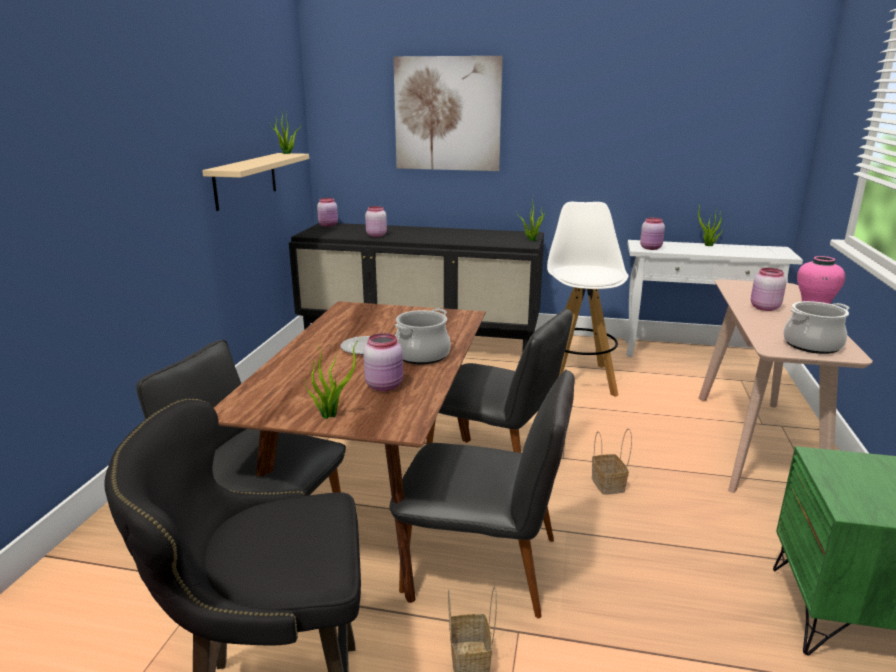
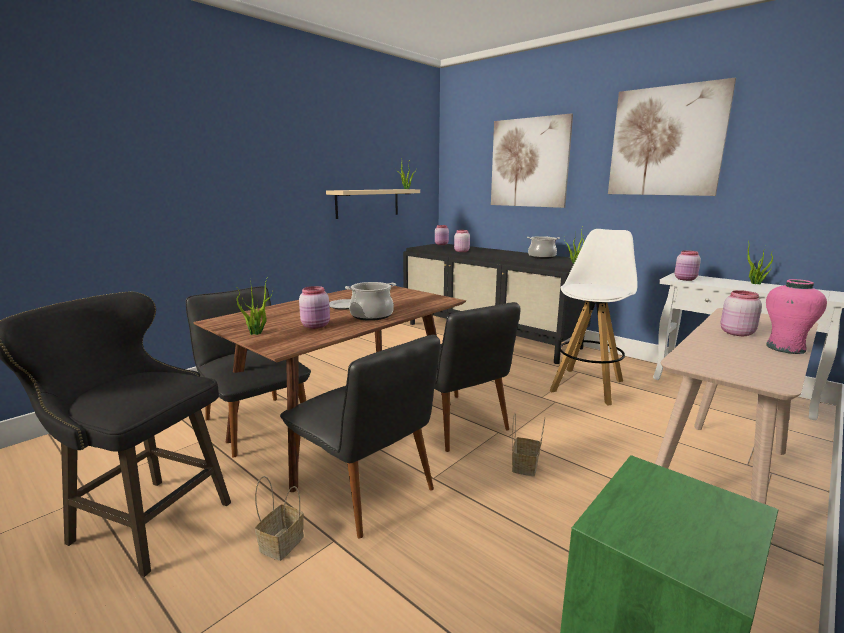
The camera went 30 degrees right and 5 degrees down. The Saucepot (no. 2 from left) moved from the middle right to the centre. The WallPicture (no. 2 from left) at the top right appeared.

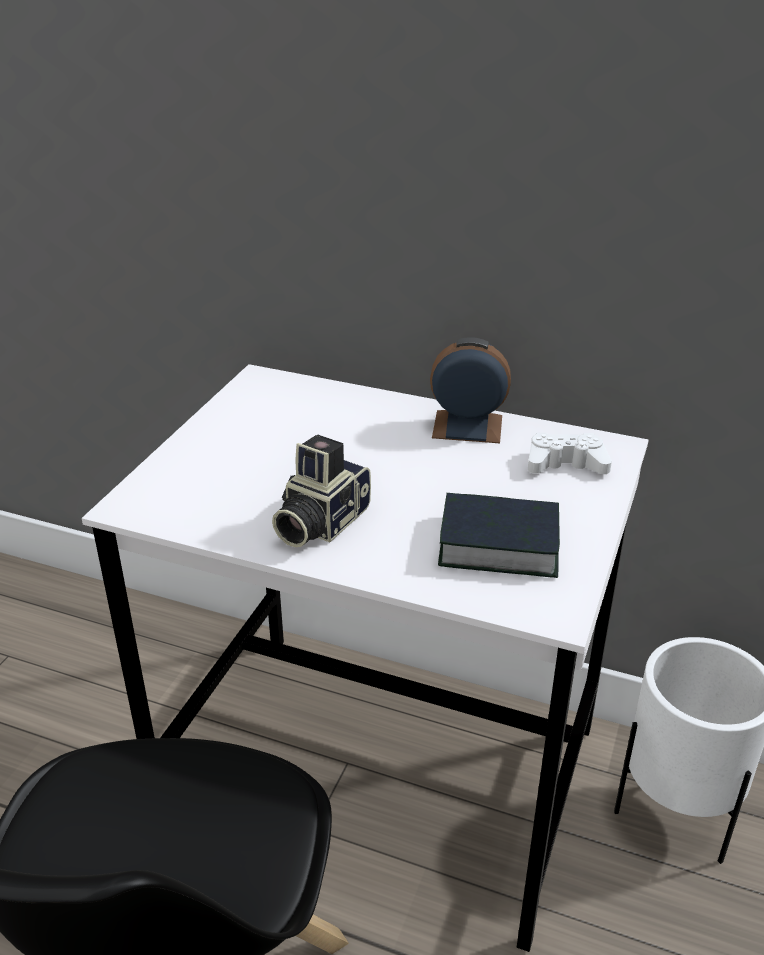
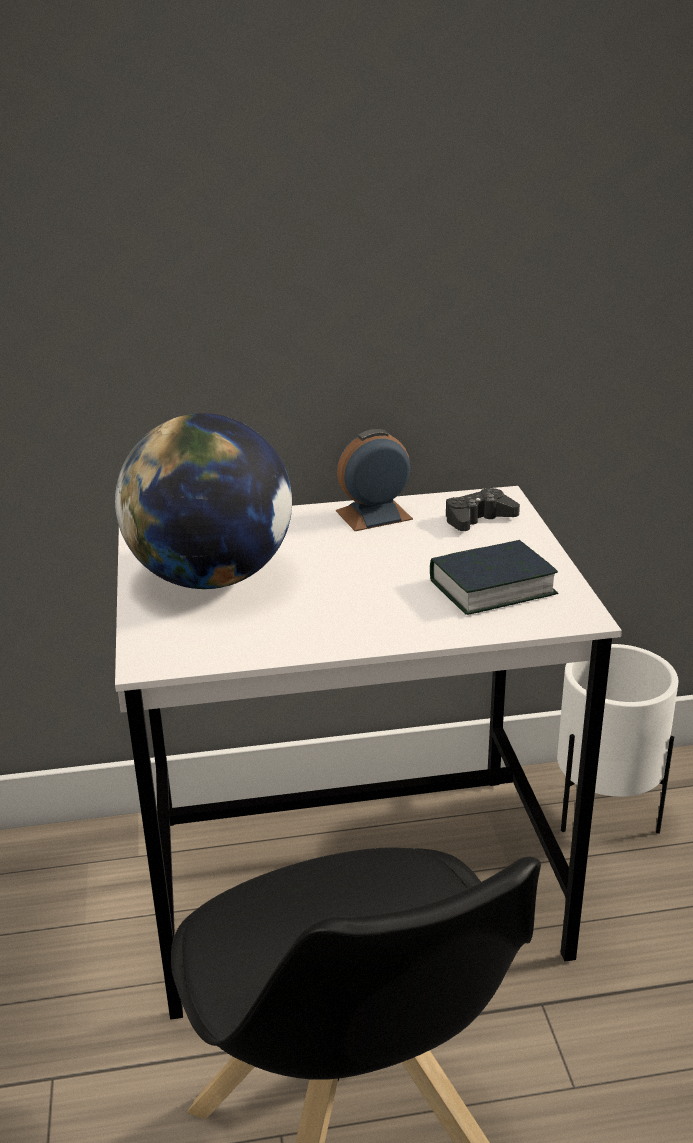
The camera went 30 degrees left and 5 degrees down. The StillCamera at the centre disappeared. The WhitishJoypad at the middle right became the BlackJoypad at the middle right. The DeskGlobe at the middle left appeared.

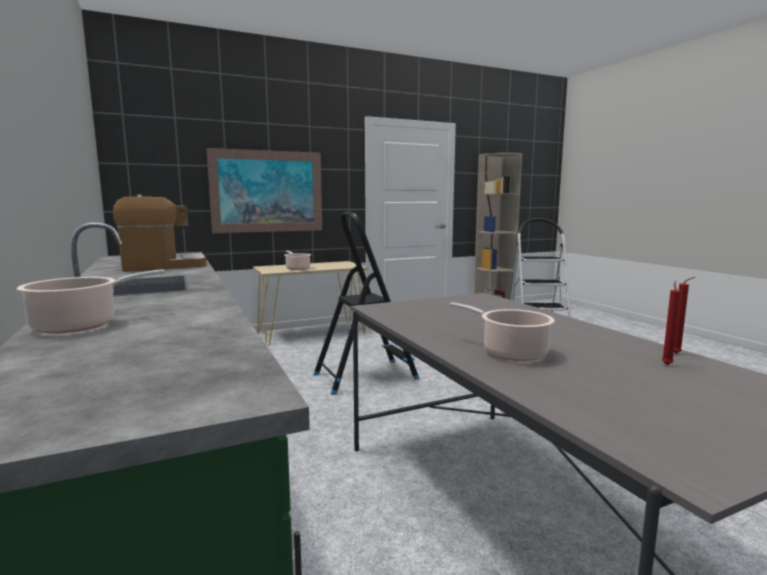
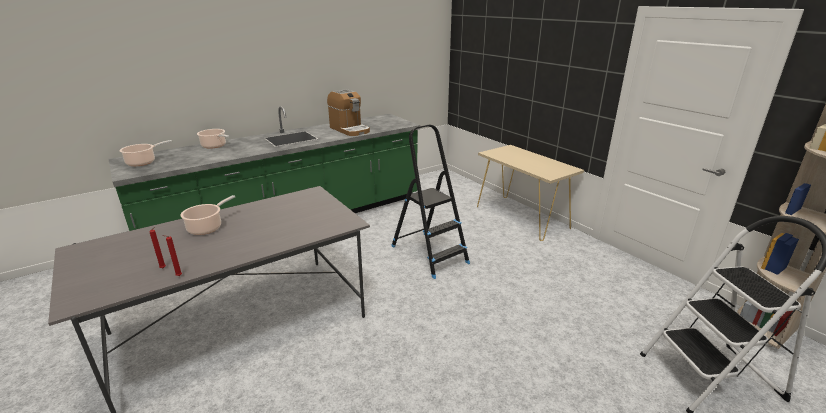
The camera went 80 degrees right and 15 degrees up. The WallPicture at the top centre disappeared. The Saucepot (no. 2 from left in the first image) moved from the centre to the middle left.

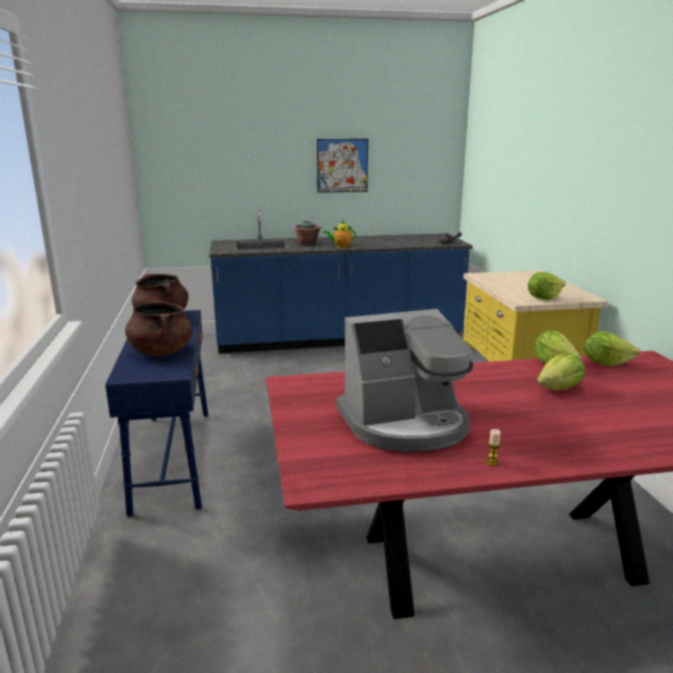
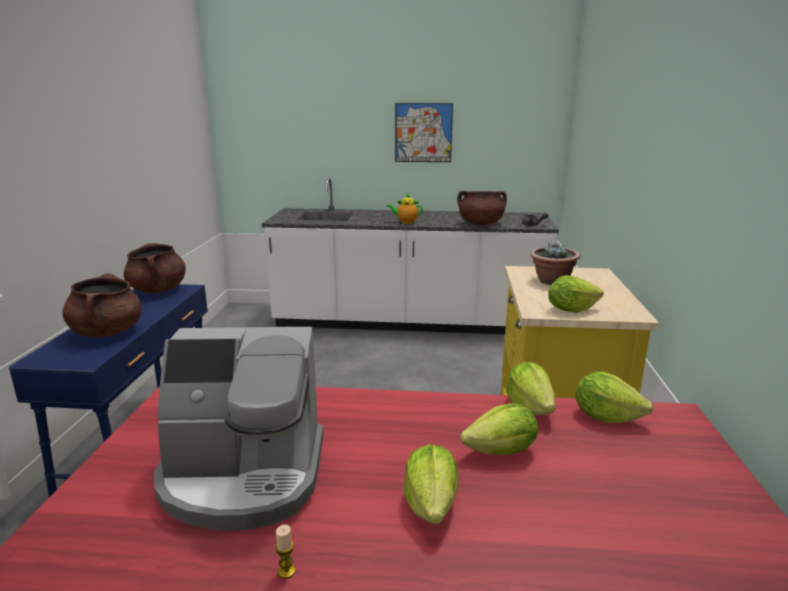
The camera went 15 degrees right and 0 degrees up. The BlueKitchenCounter at the centre became the WhitishKitchenCounter at the centre. The Houseplant moved from the centre to the middle right. The HeadOfLettuce (no. 1 from left) at the bottom centre appeared. The BrownSaucepot (no. 3 from left) at the centre appeared.

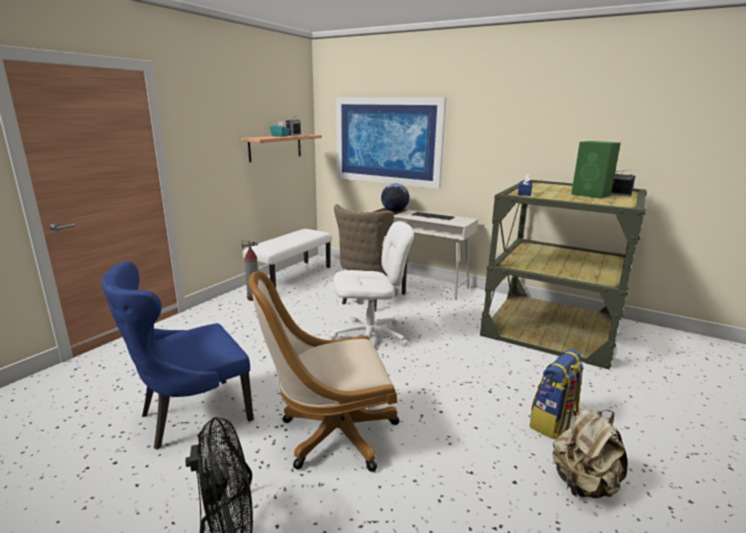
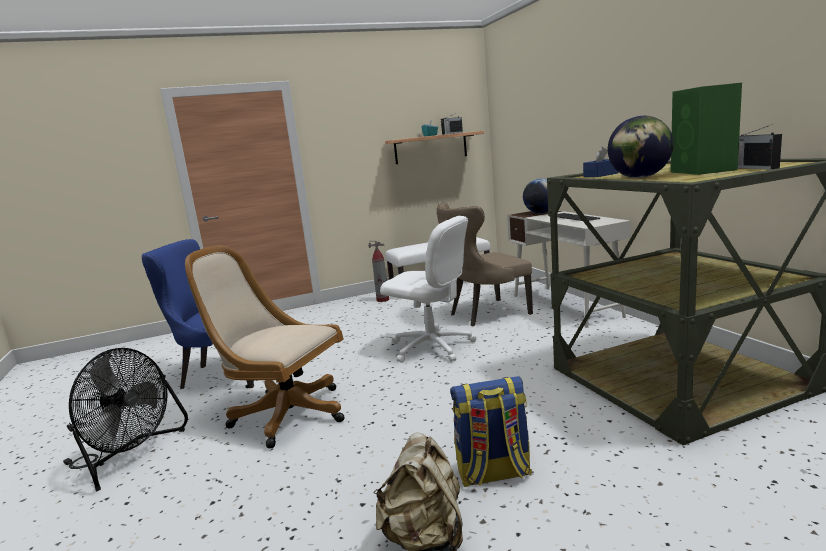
The camera went 40 degrees right and 5 degrees down. The WallPicture at the top centre disappeared. The DeskGlobe (no. 2 from left) at the top right appeared.

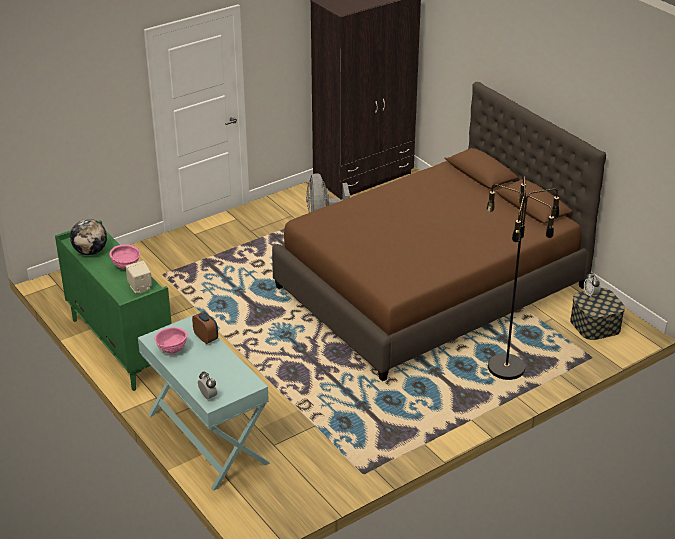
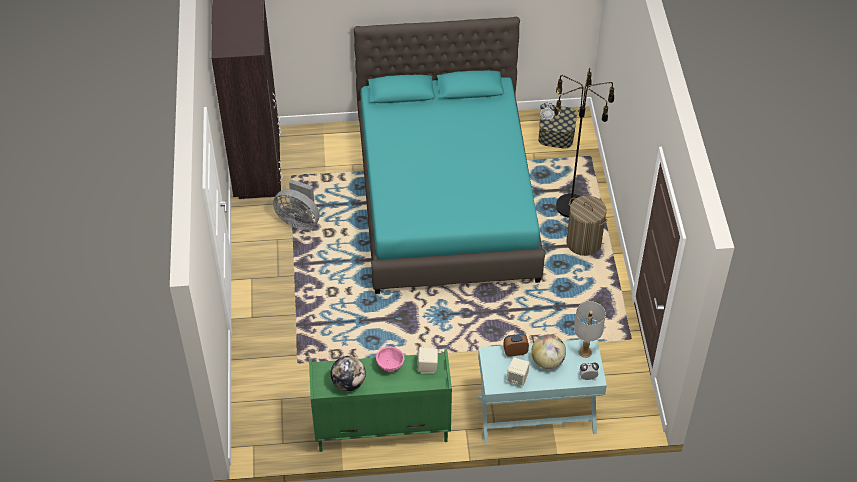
The camera went 60 degrees left and 15 degrees up. The PinkColouredServingBowl (no. 2 from left) at the middle left was replaced by the SandColouredLoudspeaker (no. 2 from left) at the bottom centre. The BrownBed at the centre became the BlueGreenBed at the top centre. The DeskGlobe (no. 2 from left) at the bottom centre appeared. The Hamper at the middle right appeared. The GreyLampForATable at the bottom right appeared.

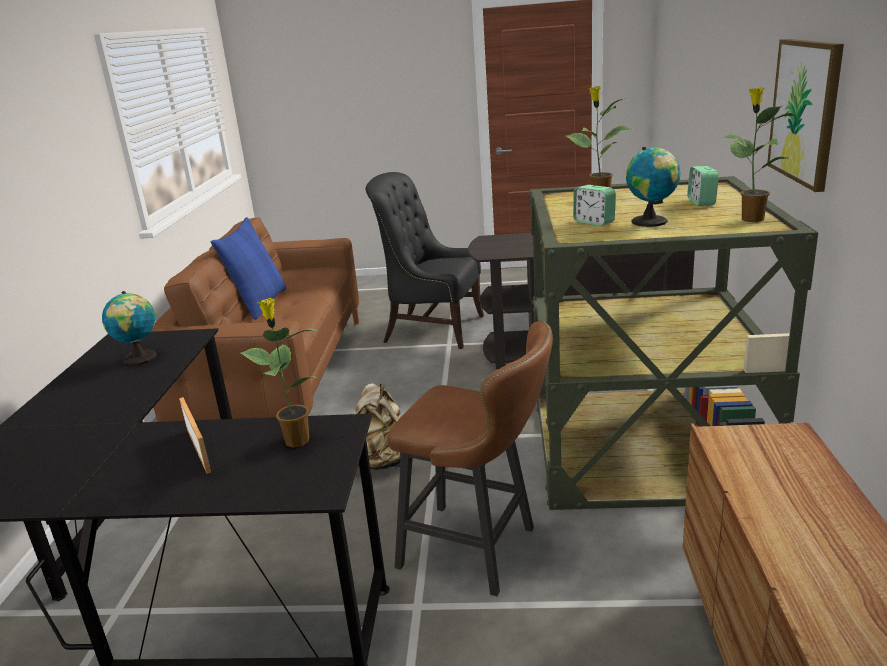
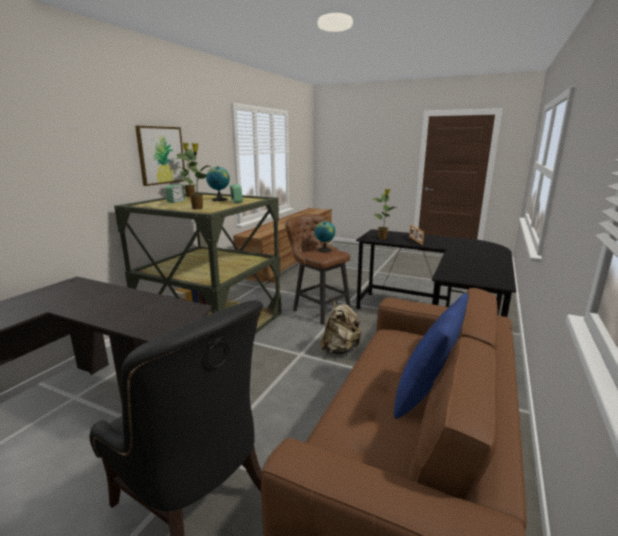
The camera went 160 degrees left and 5 degrees down. The DeskGlobe (no. 1 from left in the first image) moved from the middle left to the centre.

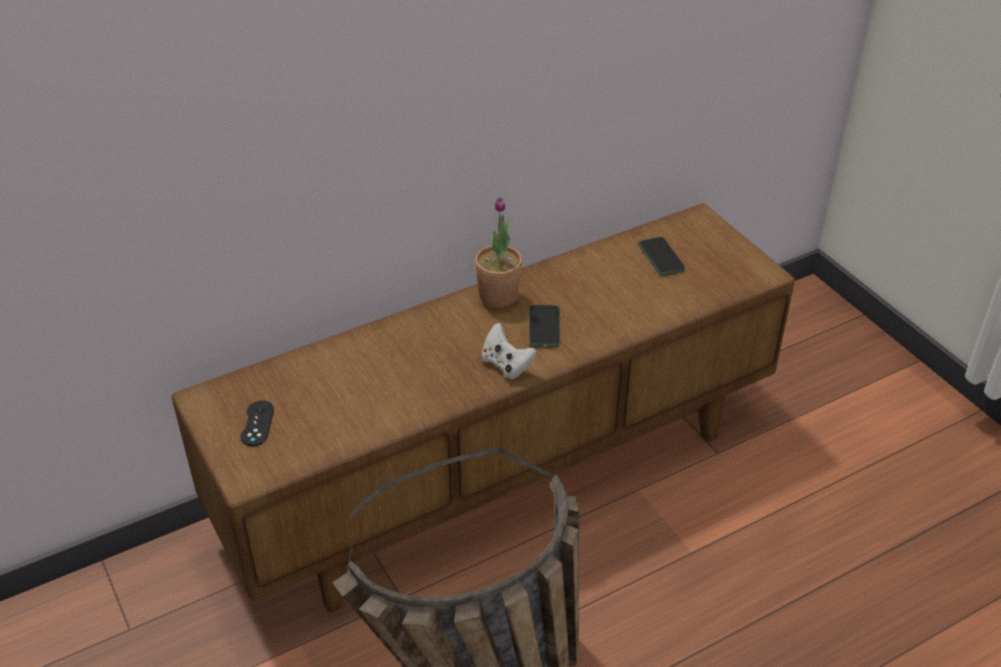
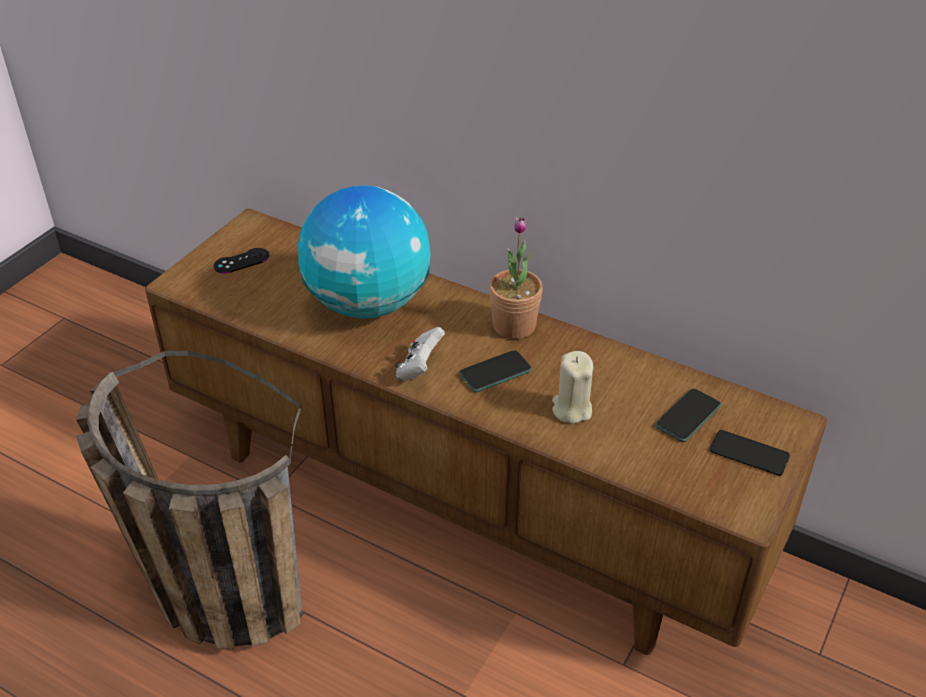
The camera went 60 degrees right and 0 degrees up. The DeskGlobe at the centre appeared. The SandColouredWaxCandle at the centre appeared. The Handset (no. 3 from left) at the middle right appeared.

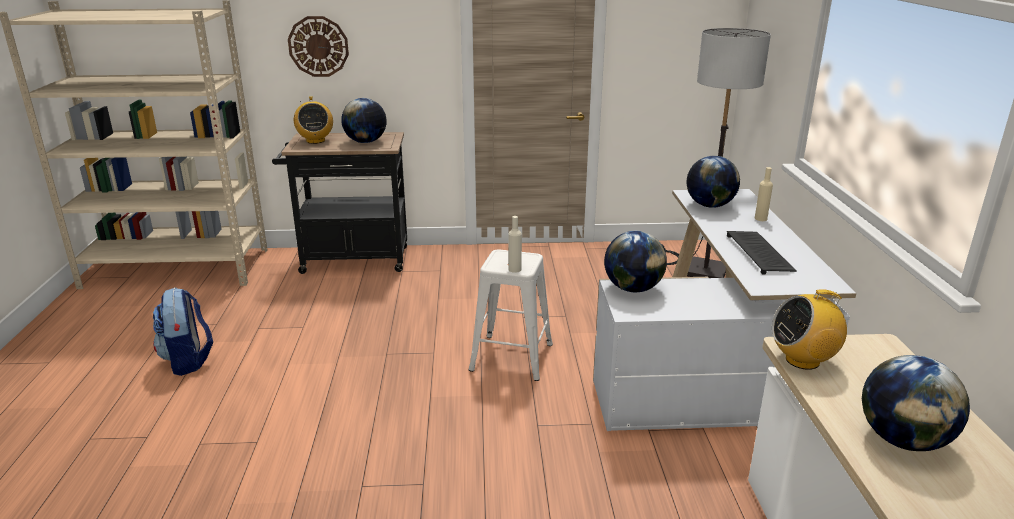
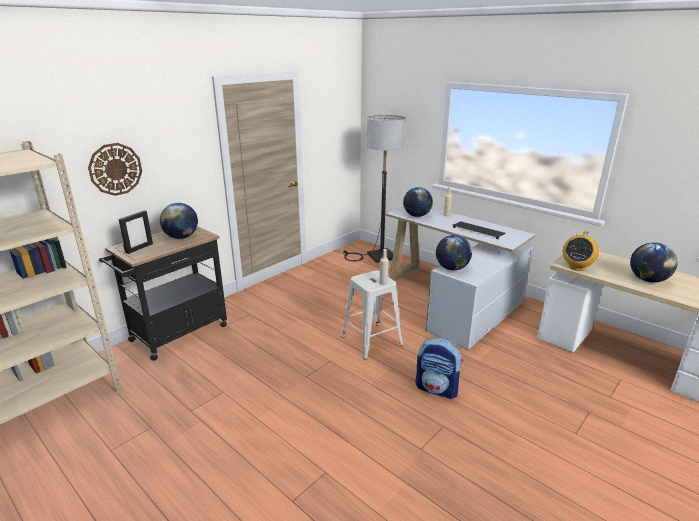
The camera went 45 degrees left and 0 degrees up. The Rucksack moved from the middle left to the bottom centre. The Radio (no. 1 from left) at the top left was replaced by the StandingFrame at the middle left.

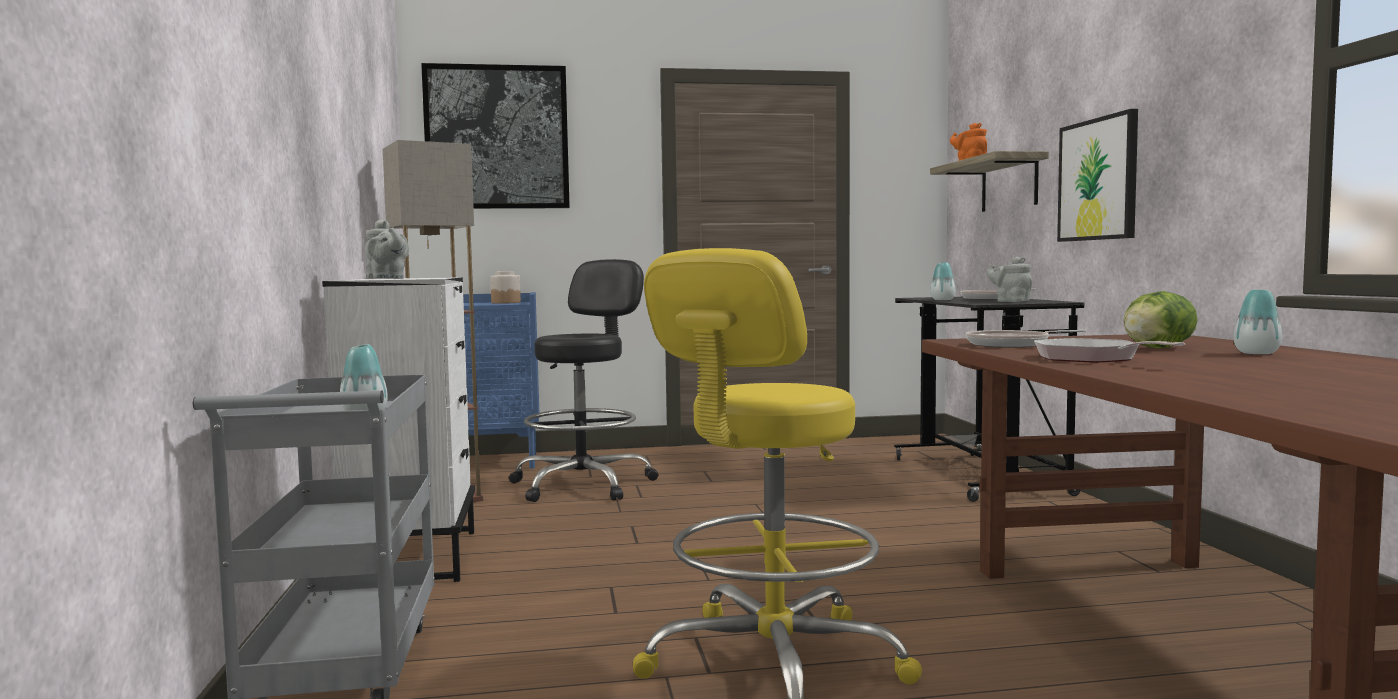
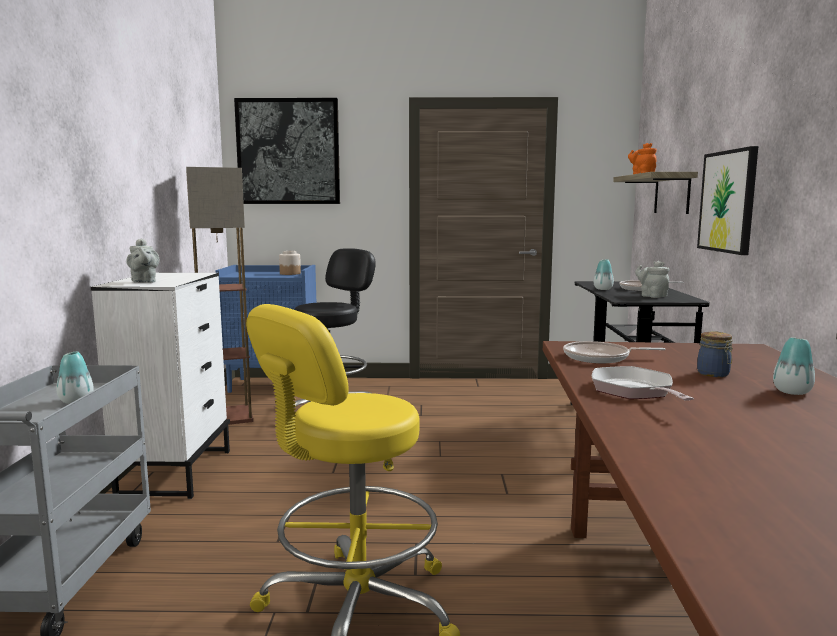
The camera went 10 degrees right and 5 degrees up. The HeadOfLettuce at the middle right was replaced by the Jar (no. 2 from left) at the middle right.

